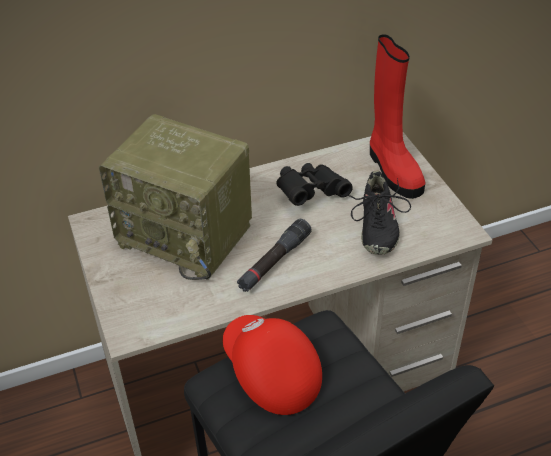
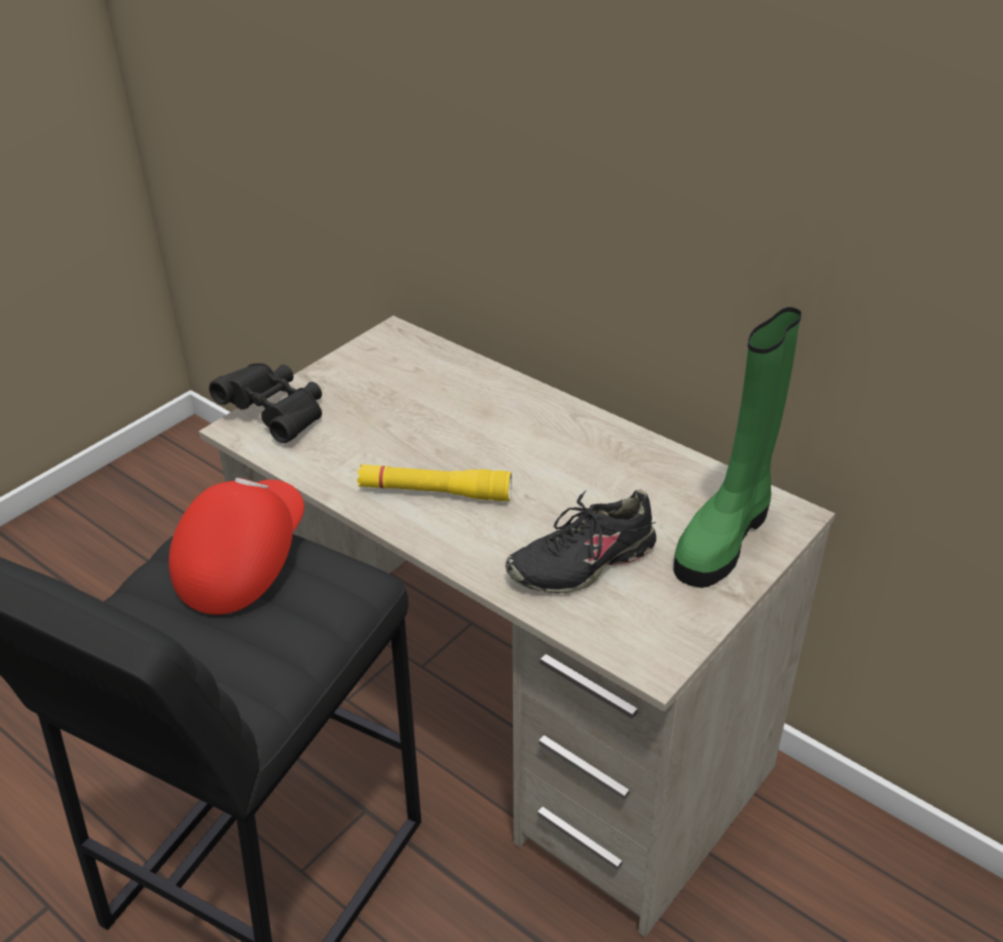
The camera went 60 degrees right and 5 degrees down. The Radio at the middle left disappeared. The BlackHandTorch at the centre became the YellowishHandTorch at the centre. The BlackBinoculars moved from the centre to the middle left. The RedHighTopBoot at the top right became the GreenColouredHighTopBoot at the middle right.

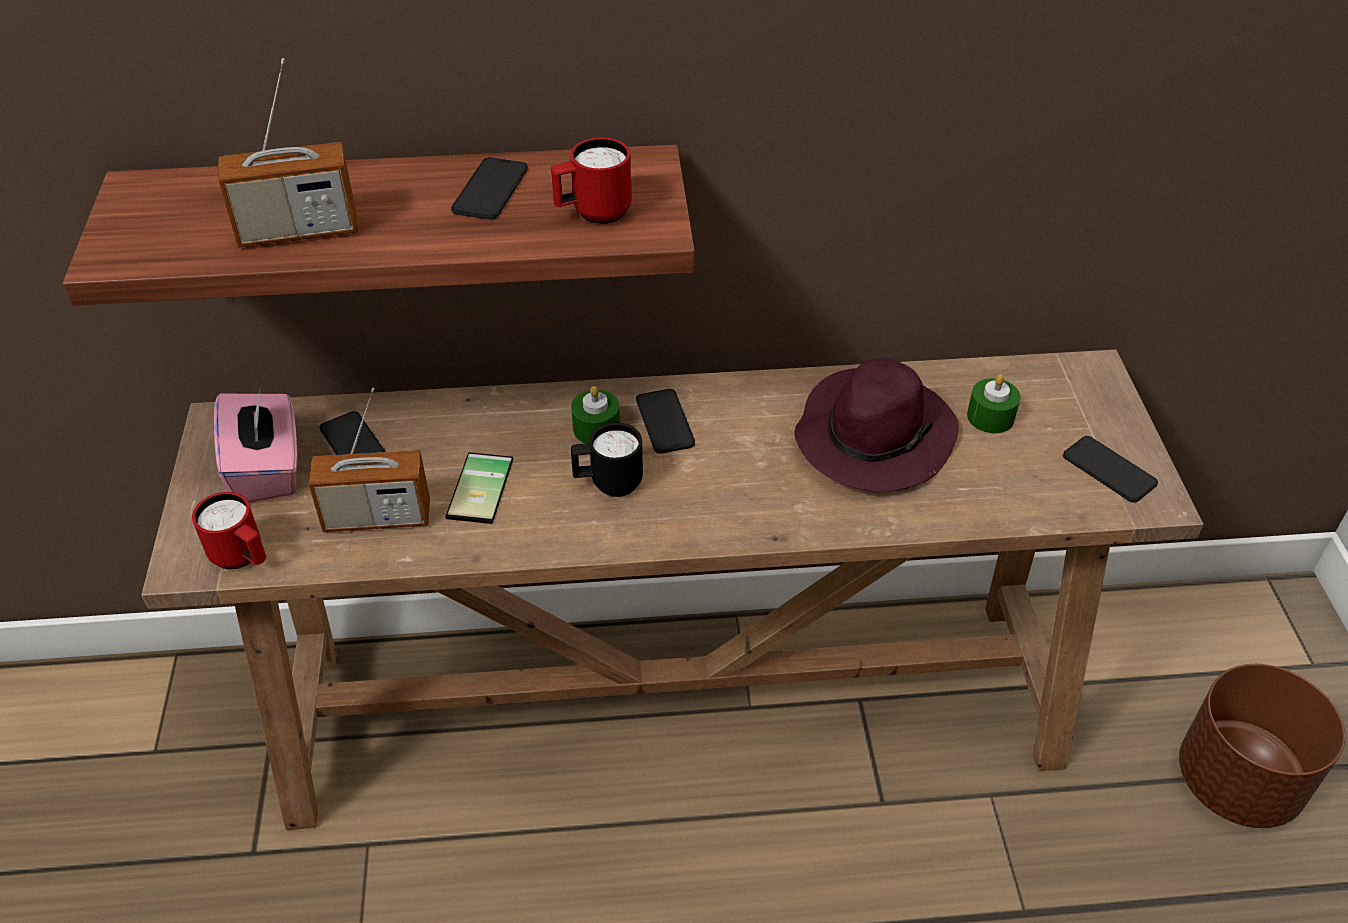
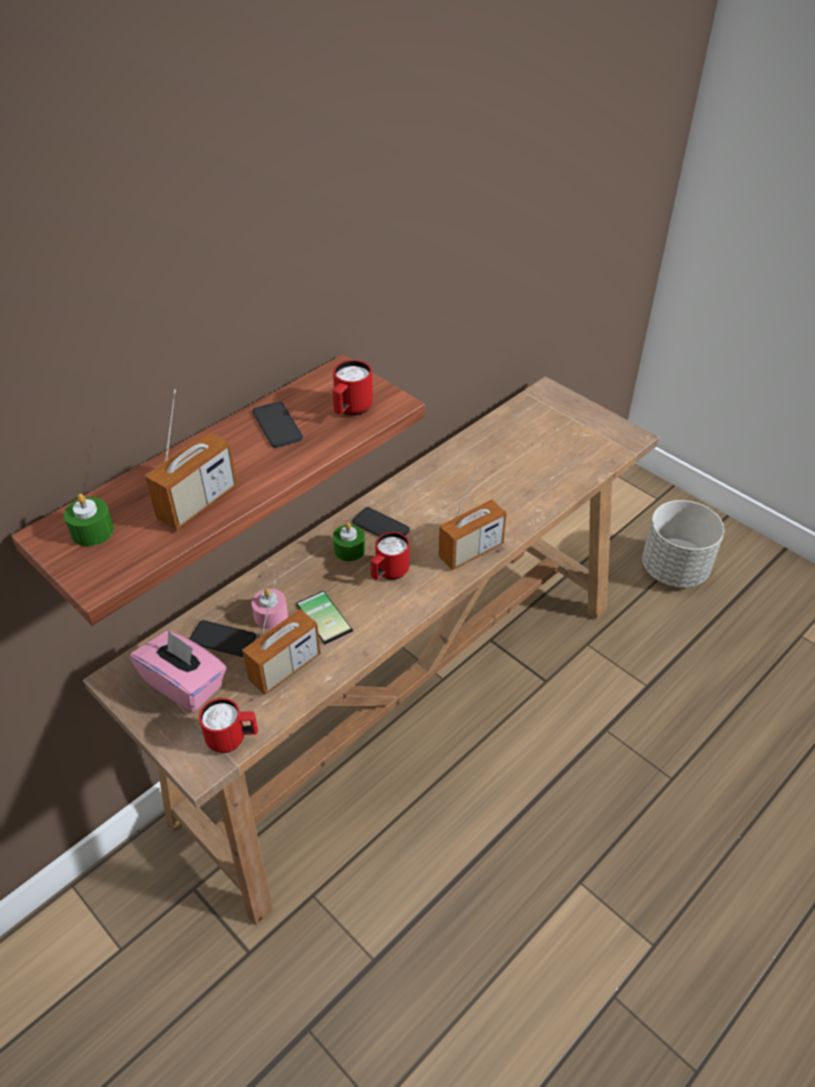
The camera went 40 degrees left and 0 degrees up. The BlackCoffeeMug at the centre became the RedCoffeeMug (no. 3 from left) at the centre. The PurpleColouredHat at the centre disappeared. The GreenColouredWaxCandle (no. 2 from left in the first image) moved from the middle right to the middle left. The Handset (no. 5 from left) at the middle right disappeared. The BrownPlanter at the bottom right became the GreyPlanter at the middle right. The PinkColouredWaxCandle at the middle left appeared. The Radio (no. 3 from left) at the centre appeared.

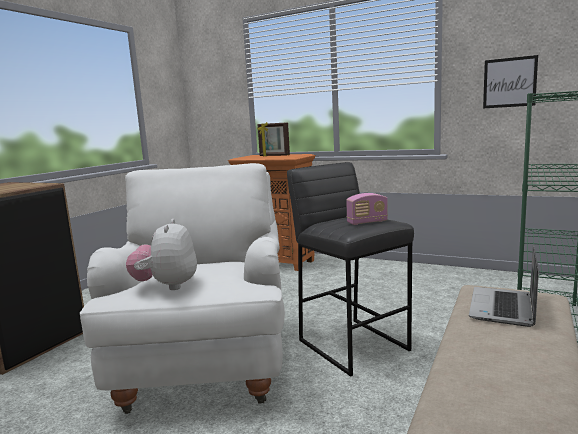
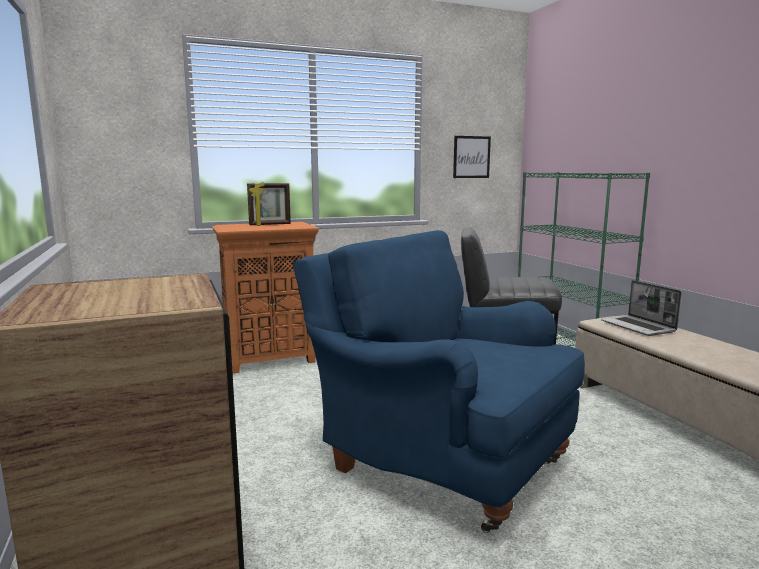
The camera went 50 degrees left and 0 degrees up. The WhitishEasyChair at the middle left became the BlueEasyChair at the bottom centre. The SoftToy at the middle left disappeared. The Radio at the centre disappeared.

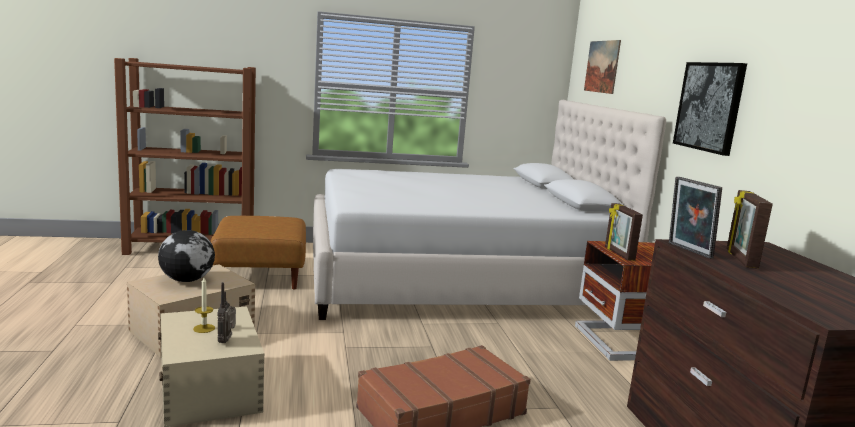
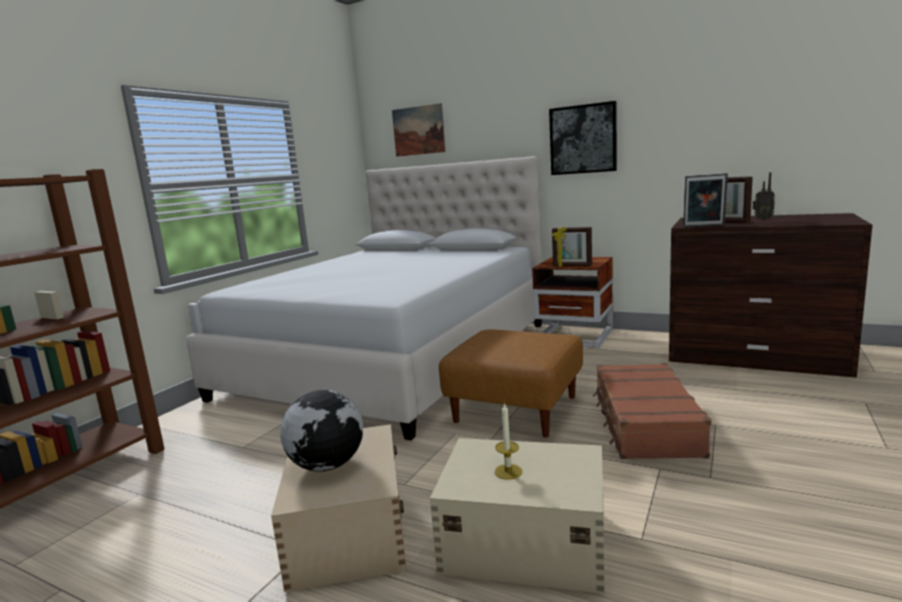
The camera went 50 degrees left and 0 degrees up. The BrownFootrest moved from the middle left to the centre. The Radio moved from the bottom left to the top right.

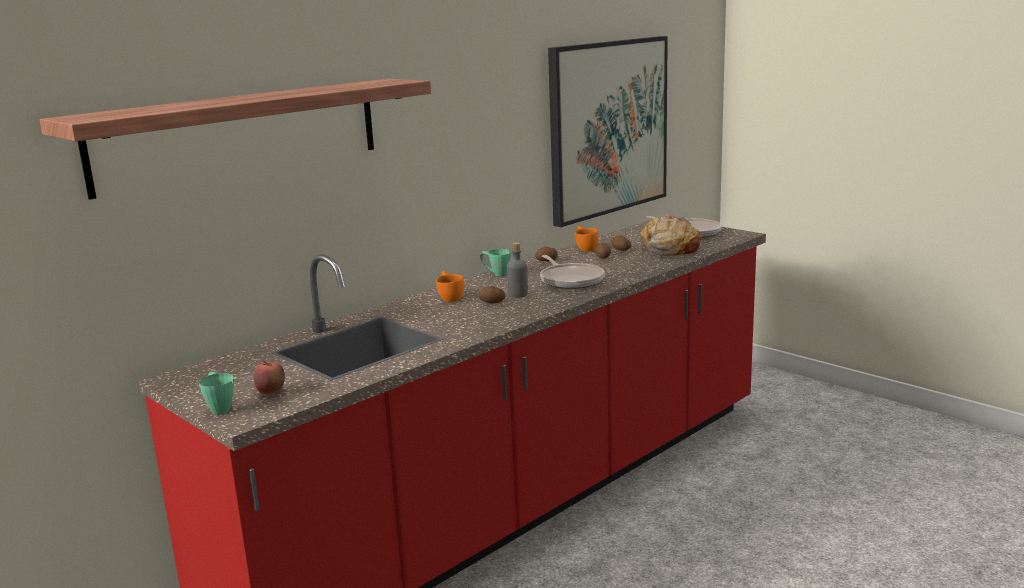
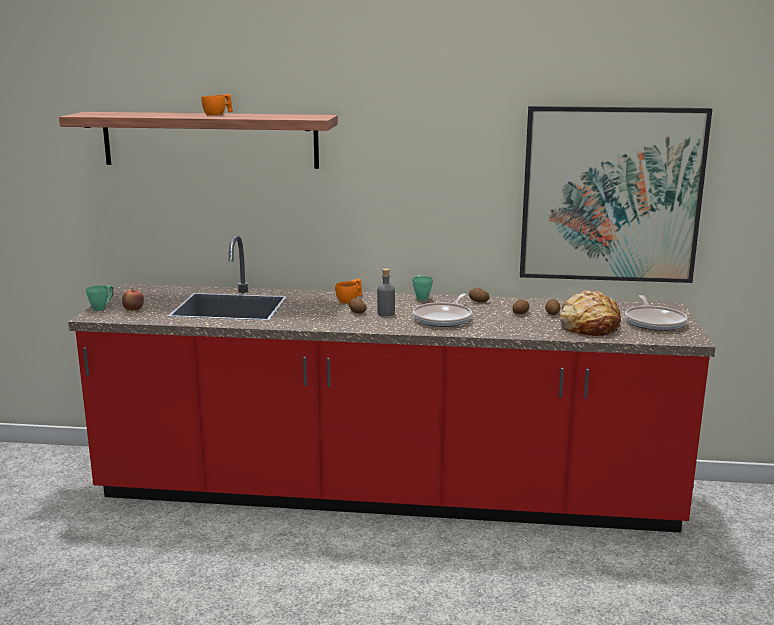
The camera went 50 degrees right and 0 degrees up. The OrangeSmallCup (no. 2 from left in the first image) moved from the centre to the top left.

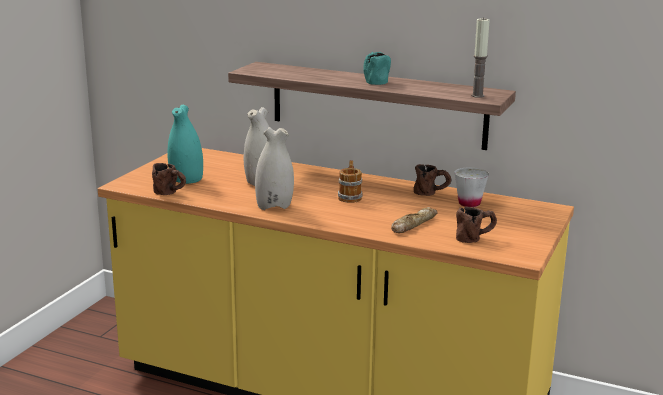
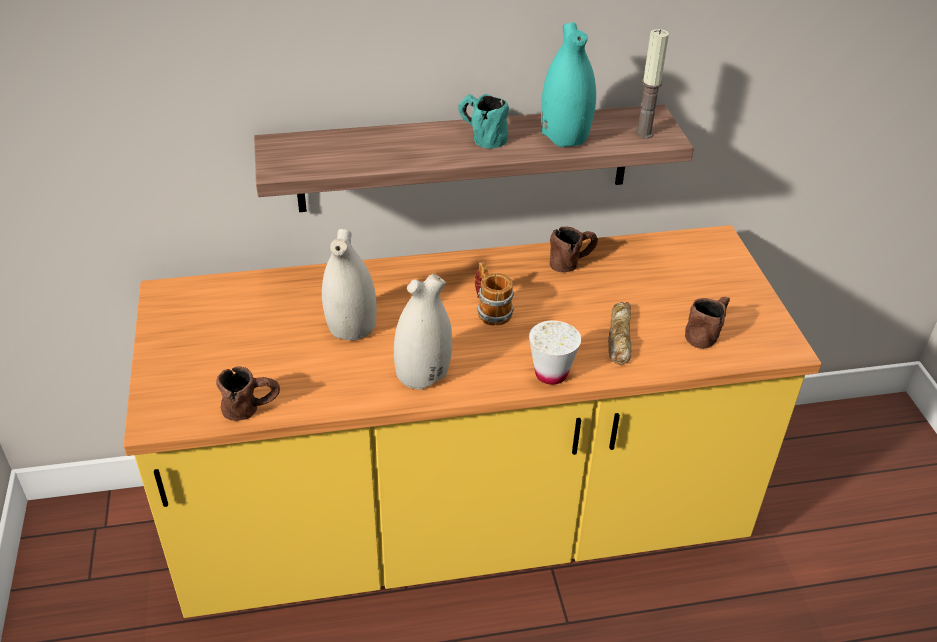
The camera went 35 degrees left and 20 degrees up. The BlueGreenFlowerVase moved from the middle left to the top centre. The WhitishSmallCup moved from the middle right to the centre.

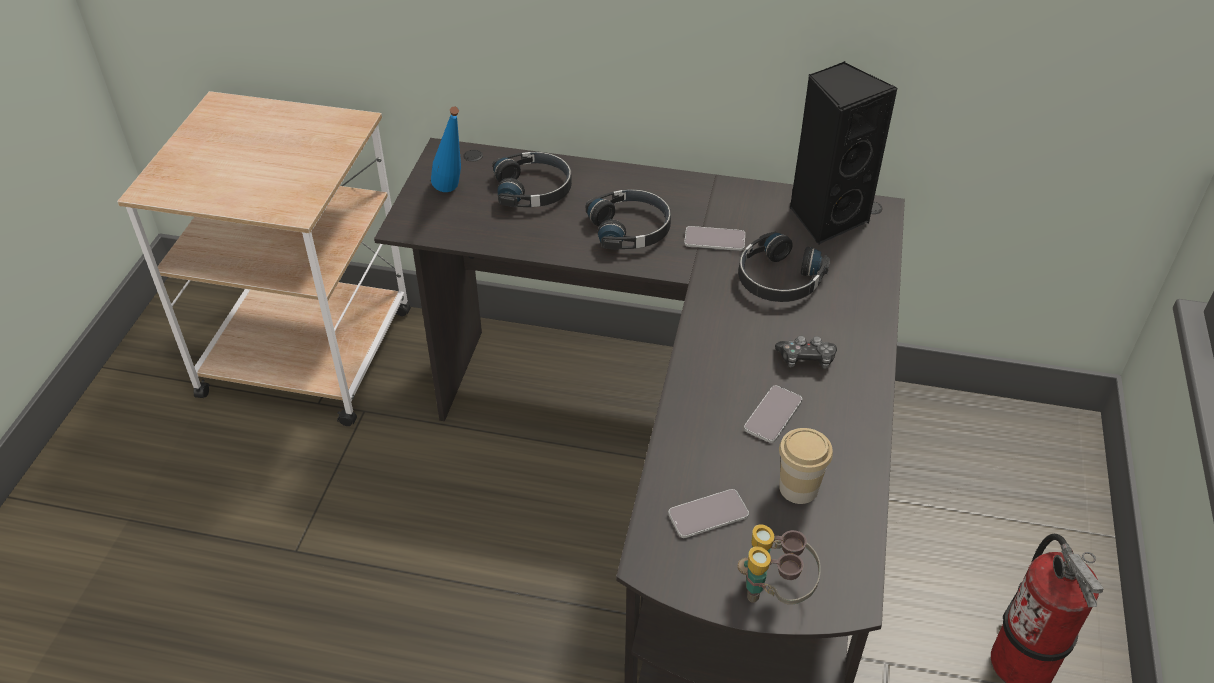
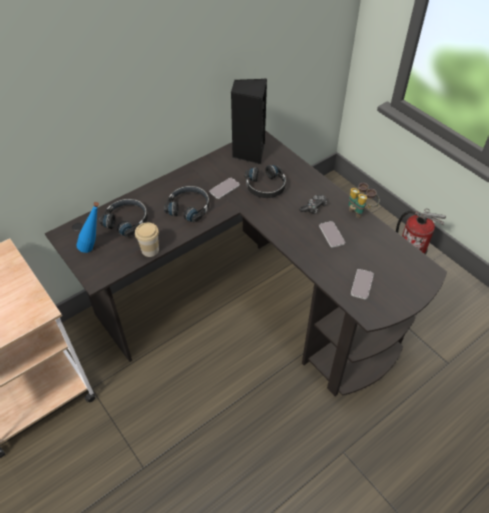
The camera went 50 degrees left and 5 degrees up. The Binoculars moved from the bottom centre to the middle right. The SmallCup moved from the bottom centre to the middle left.

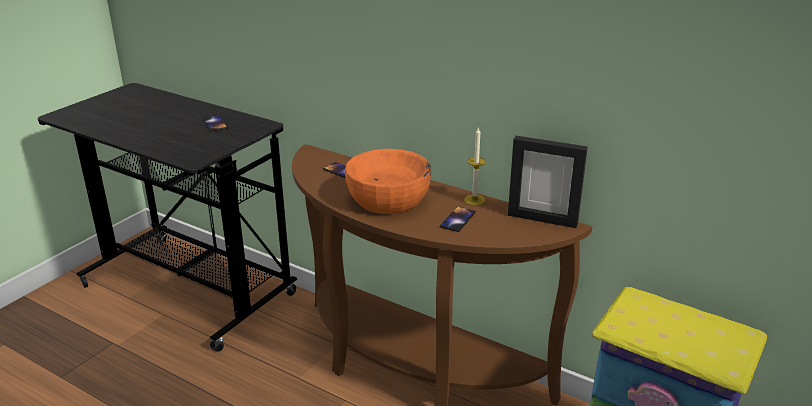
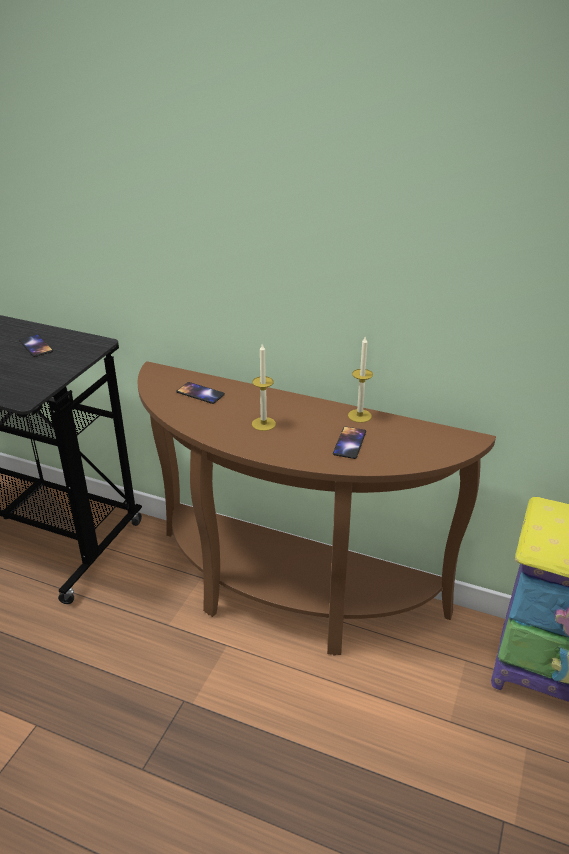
The camera went 10 degrees left and 5 degrees up. The OrangeServingBowl at the centre was replaced by the WaxCandle (no. 1 from left) at the centre. The StandingFrame at the middle right disappeared.

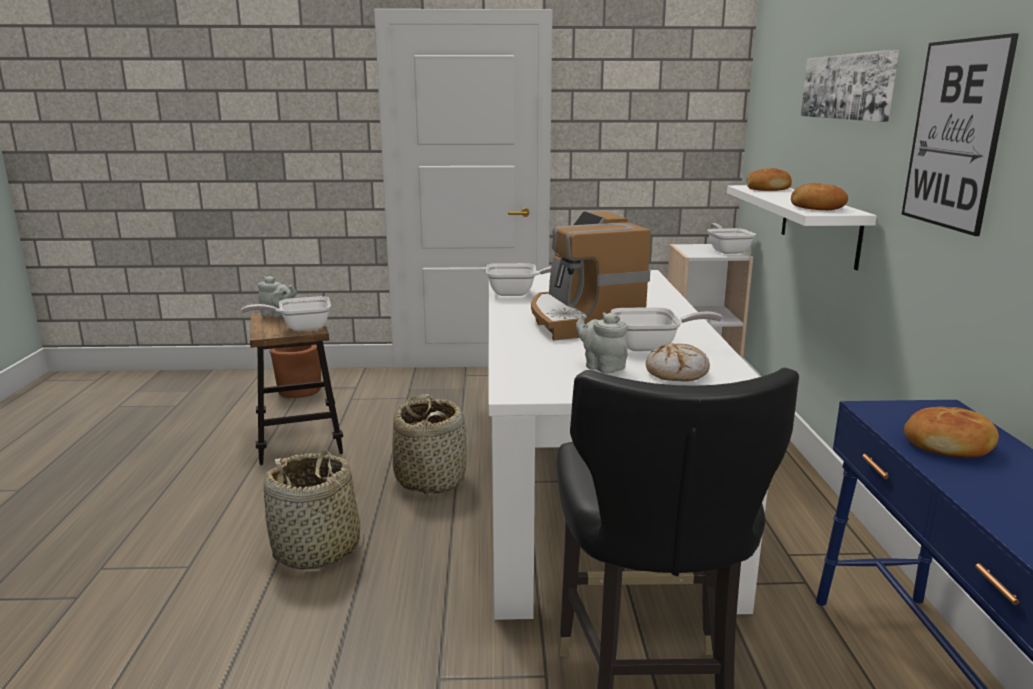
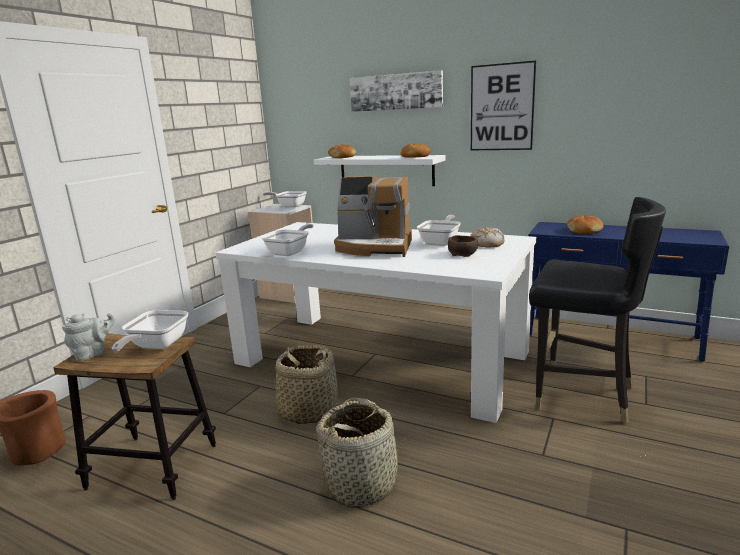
The camera went 60 degrees left and 0 degrees up. The GreyTeapot (no. 2 from left) at the centre was replaced by the BrownServingBowl at the centre.

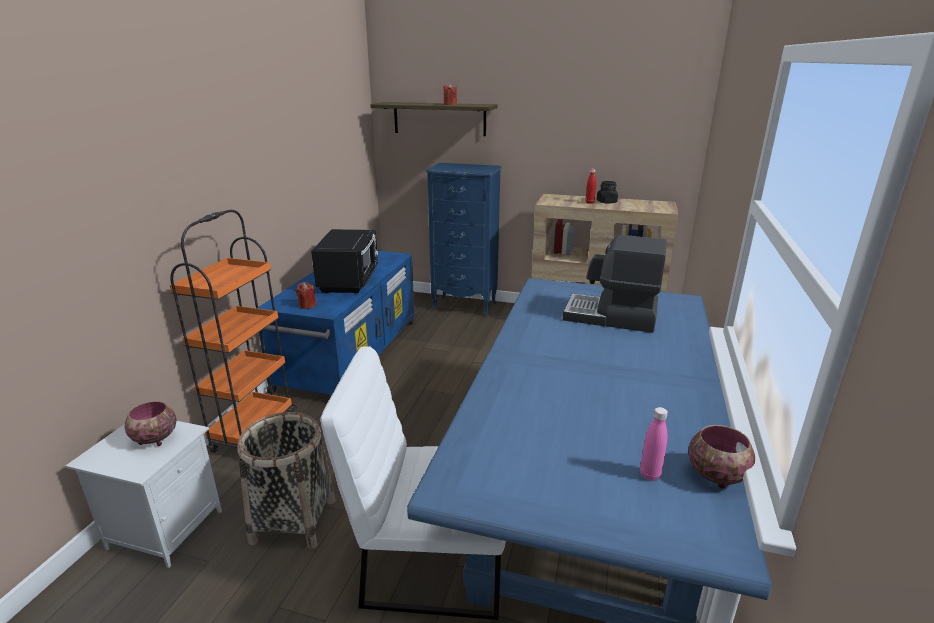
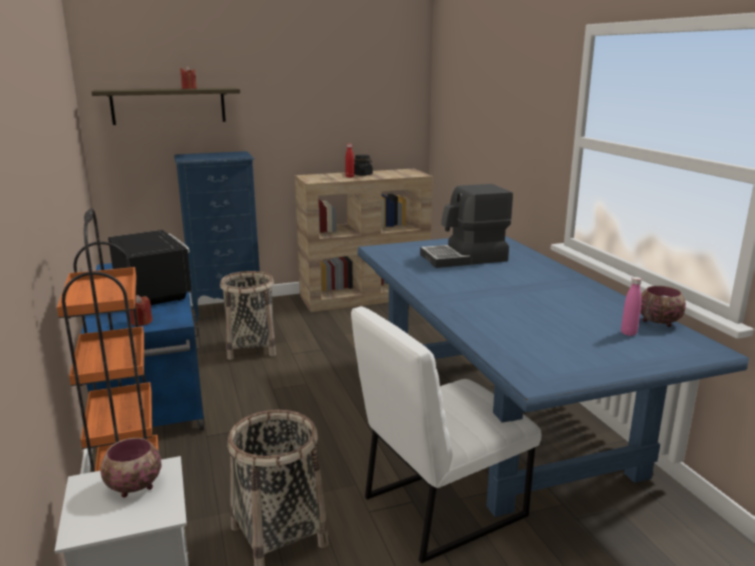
The camera went 35 degrees left and 5 degrees down. The StorageBasket (no. 1 from left) at the middle left appeared.

